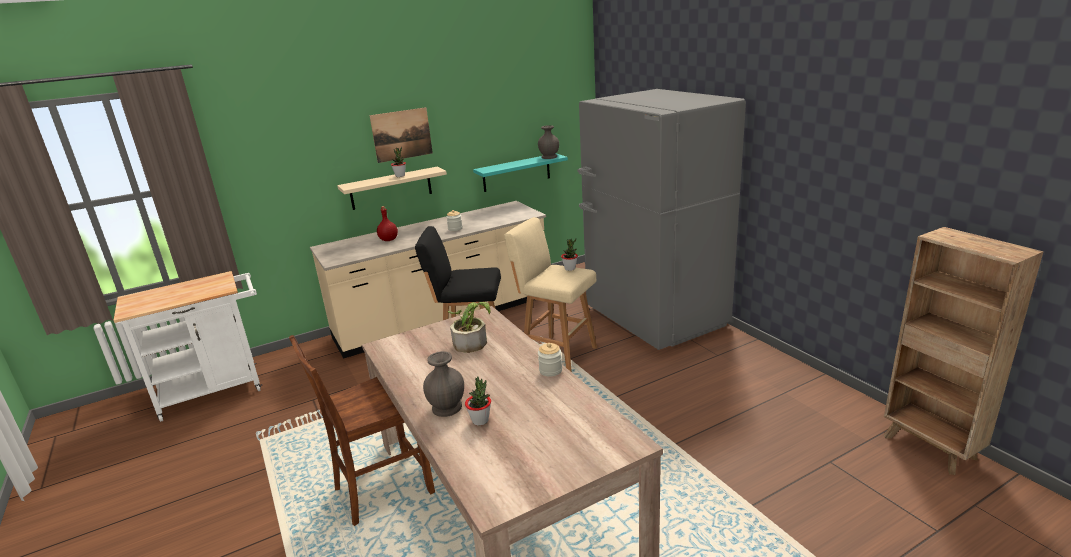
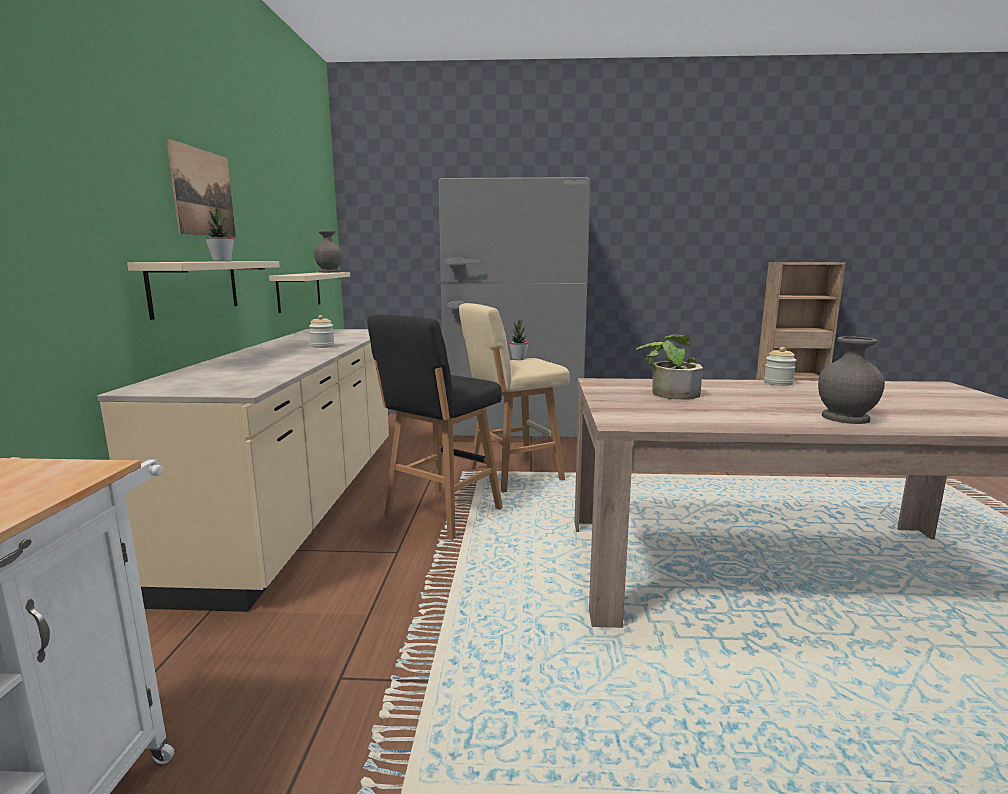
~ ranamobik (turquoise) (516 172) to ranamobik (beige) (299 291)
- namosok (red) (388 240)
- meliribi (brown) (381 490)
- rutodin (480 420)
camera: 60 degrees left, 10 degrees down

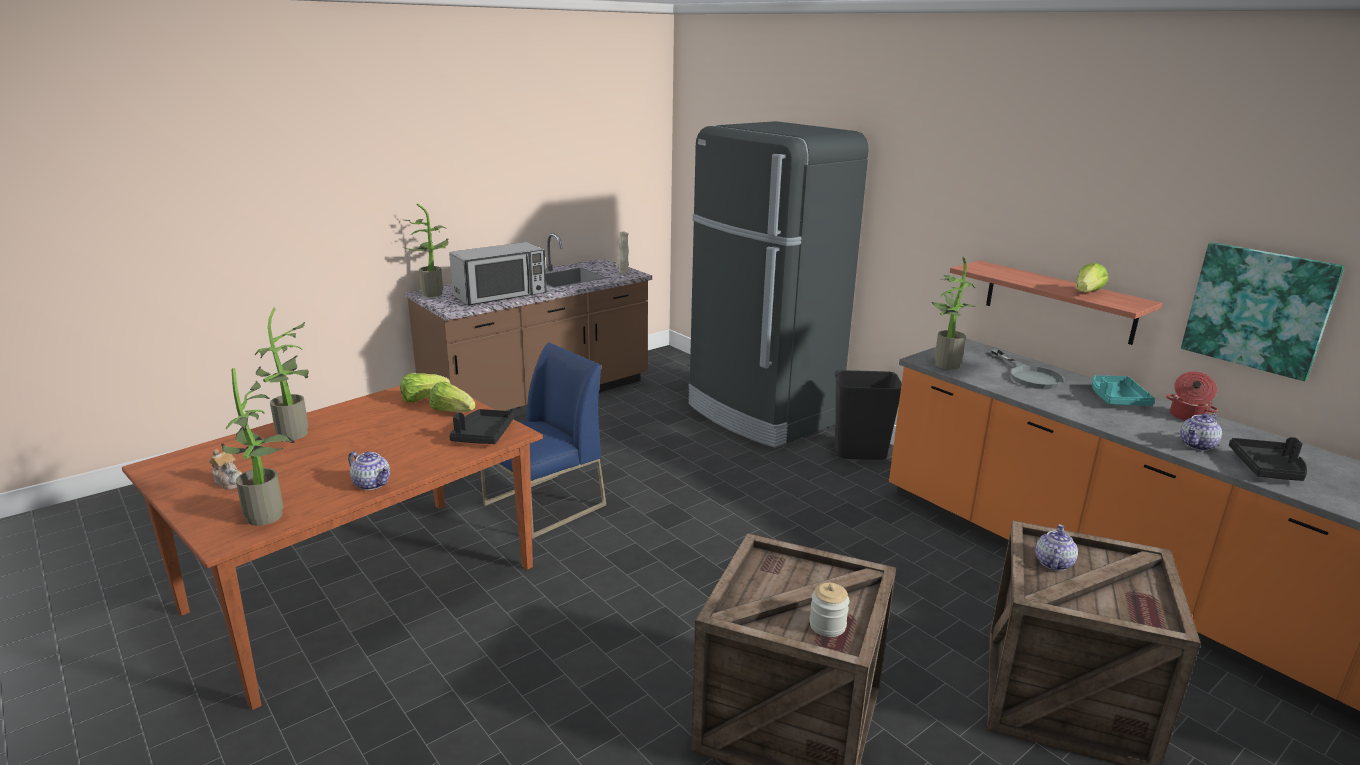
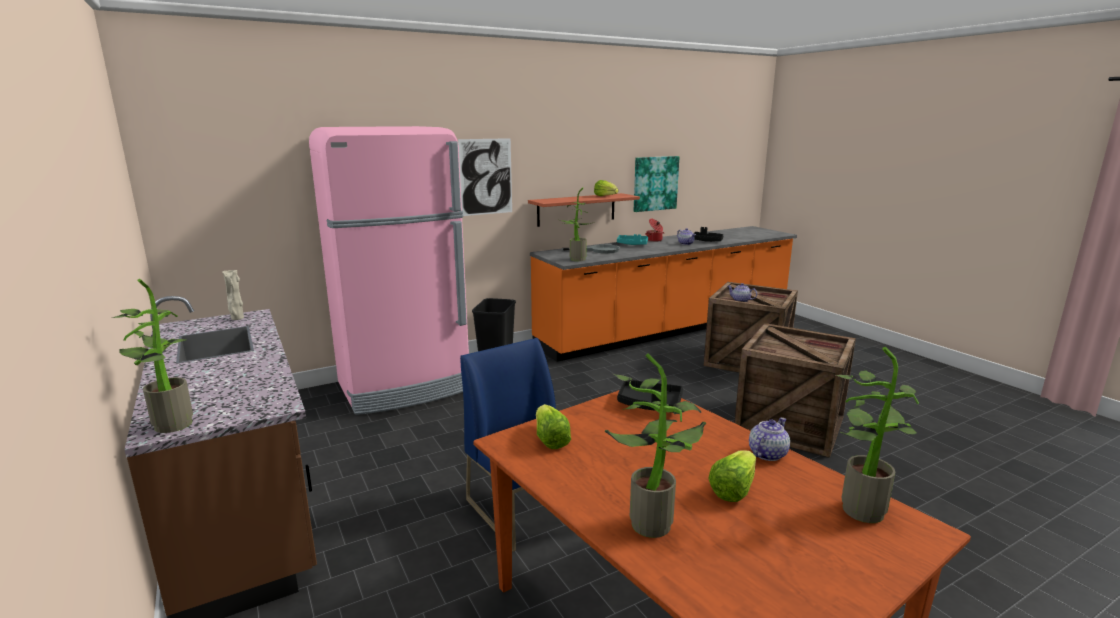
~ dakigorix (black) (761 414) to dakigorix (pink) (405 387)
- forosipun (501 295)
~ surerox (452 411) to (733 489)
- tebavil (229 481)
- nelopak (827 625)
+ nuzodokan (486 177)
camera: 80 degrees left, 5 degrees down

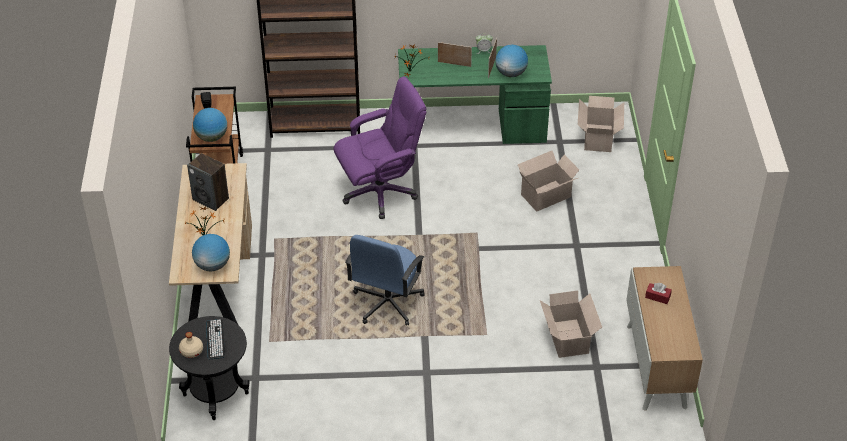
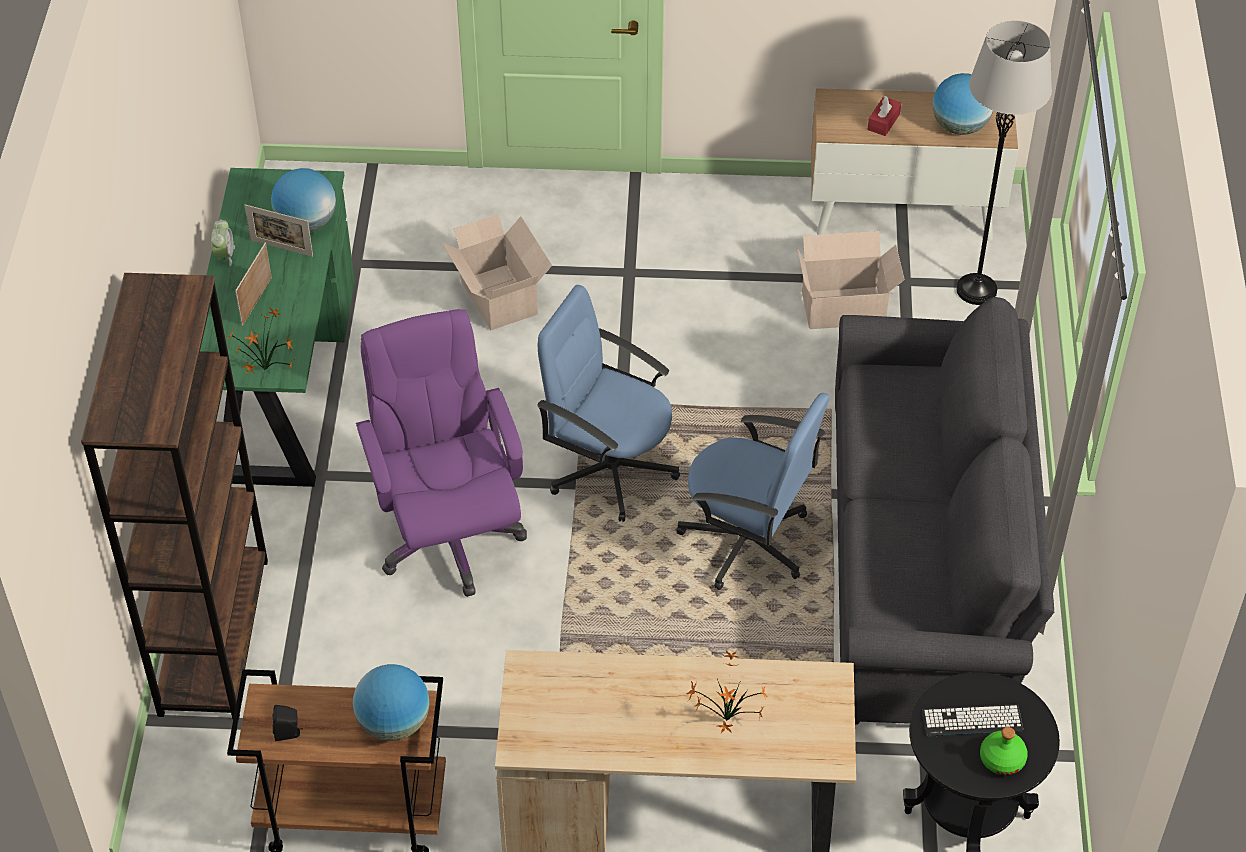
- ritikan (598 137)
- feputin (211 199)
~ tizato (212 265) to (959 126)
~ namosok (beige) (192 351) to namosok (green) (1002 759)
+ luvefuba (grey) (976 290)
+ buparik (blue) (610 468)
+ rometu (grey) (925 563)
camera: 85 degrees left, 5 degrees up

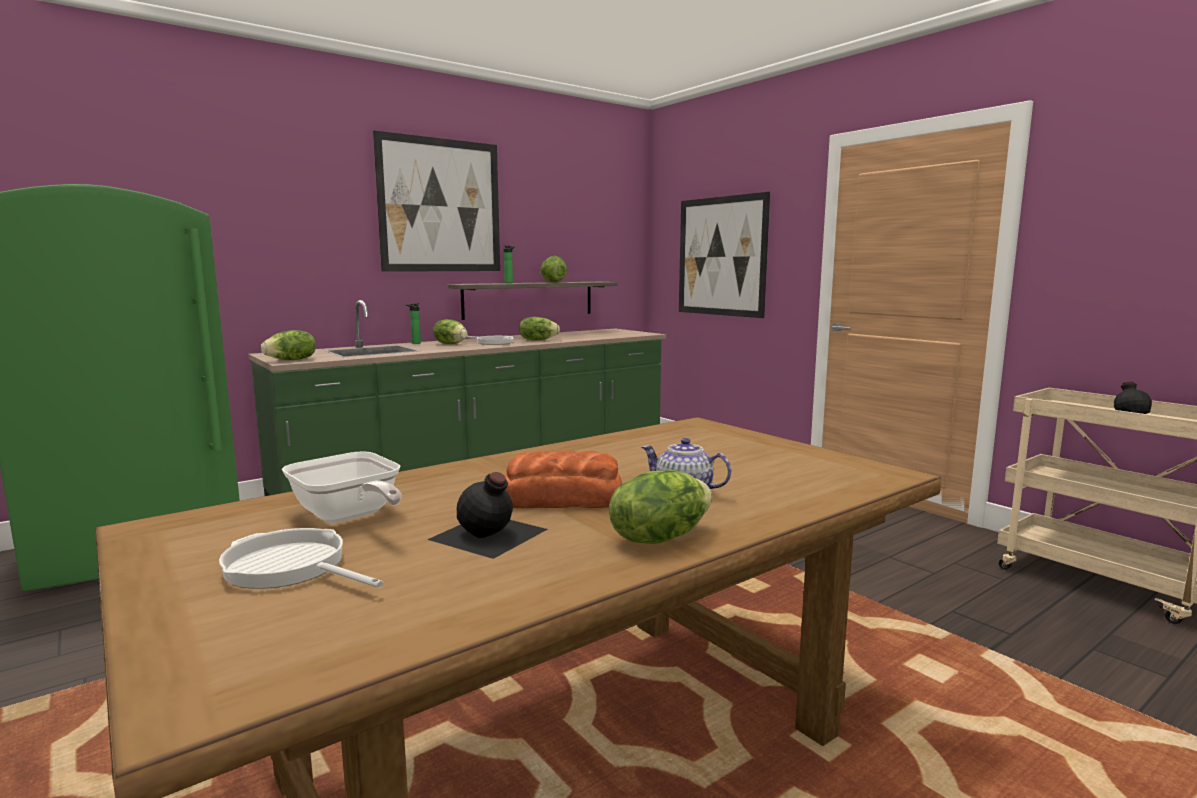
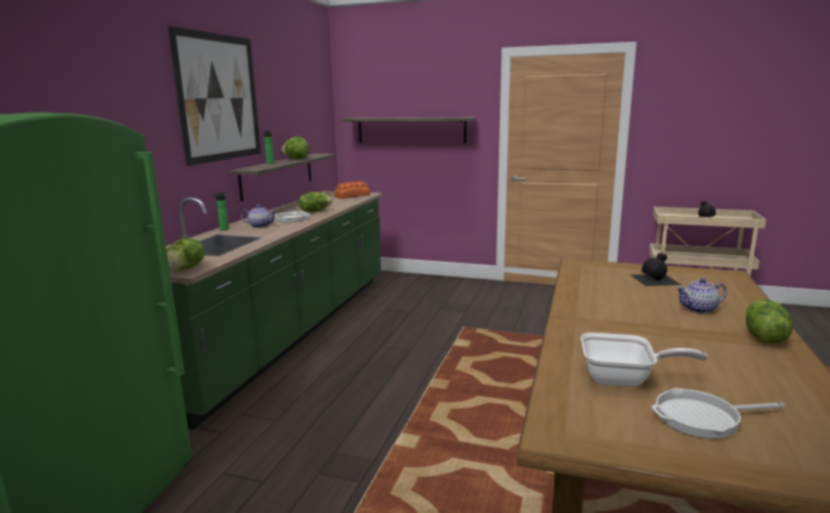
~ nuzodokan (721 256) to ranamobik (411 130)
~ surerox (451 344) to tebavil (260 226)
~ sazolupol (561 499) to (351 196)
~ namosok (black) (488 535) to (655 279)
camera: 35 degrees left, 5 degrees up

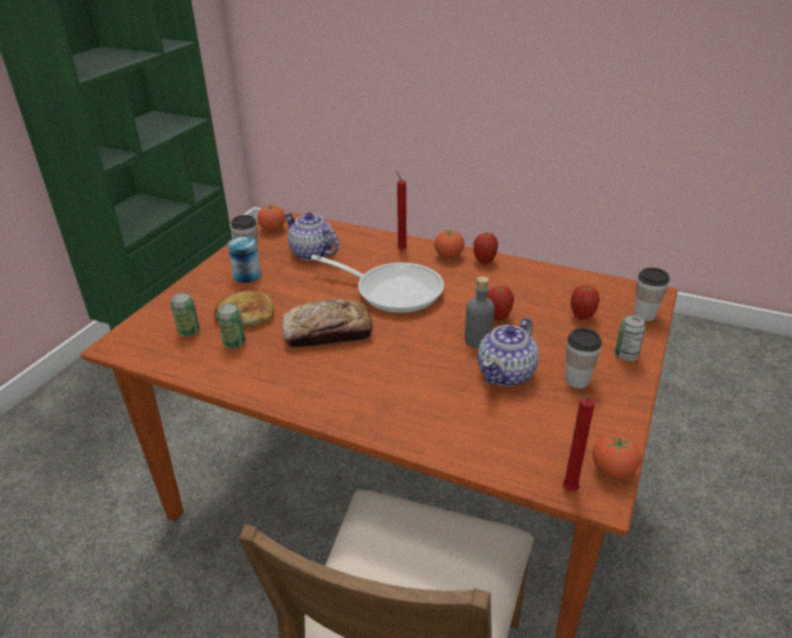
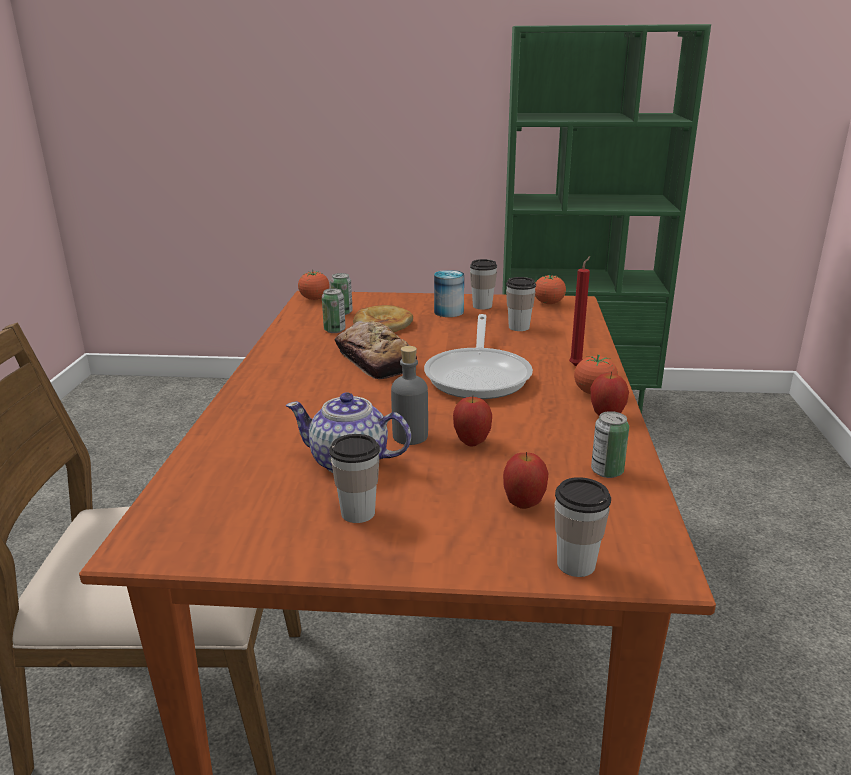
~ tebavil (312 253) to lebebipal (518 327)
~ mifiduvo (626 356) to (607 471)
- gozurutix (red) (567 490)
~ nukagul (612 470) to (314 299)
camera: 70 degrees right, 10 degrees down

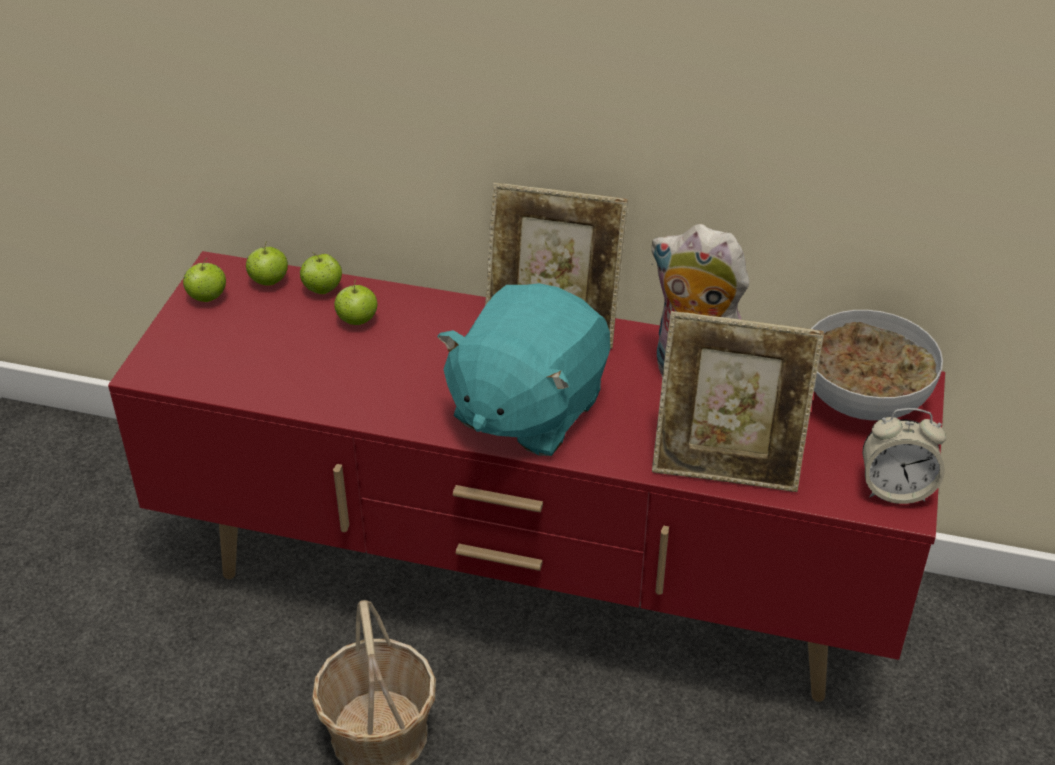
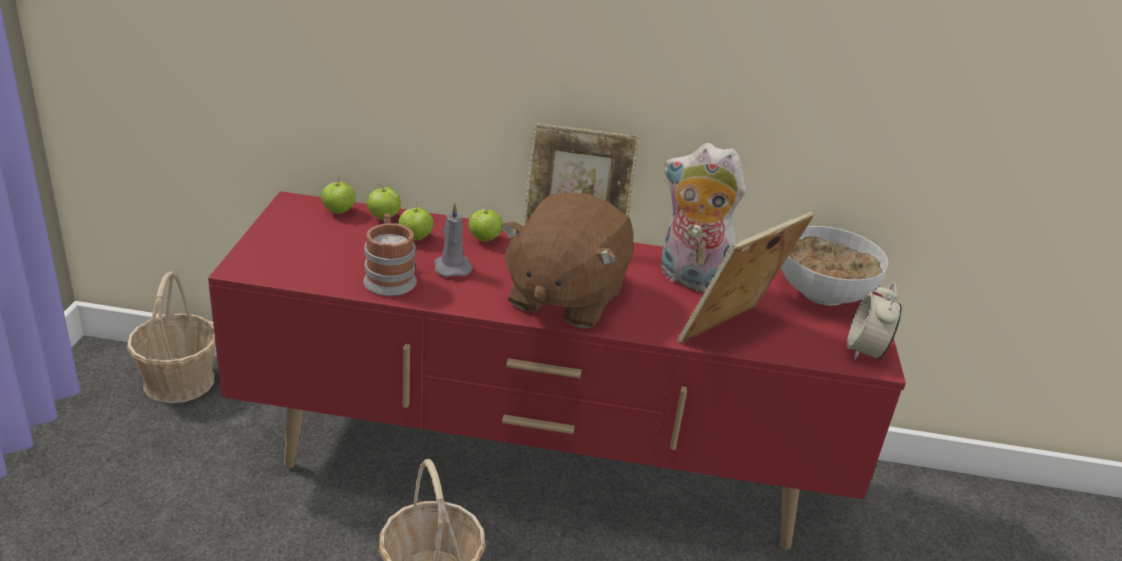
~ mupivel (207 298) to (484 239)
~ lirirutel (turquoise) (526 409) to lirirutel (brown) (564 297)
~ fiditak (727 463) = (732 334) 135 degrees clockwise
~ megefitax (895 489) = (865 351) 105 degrees clockwise
+ gozurutix (grey) (452 267)
+ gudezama (389 277)
+ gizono (179 381)
camera: 10 degrees left, 10 degrees down

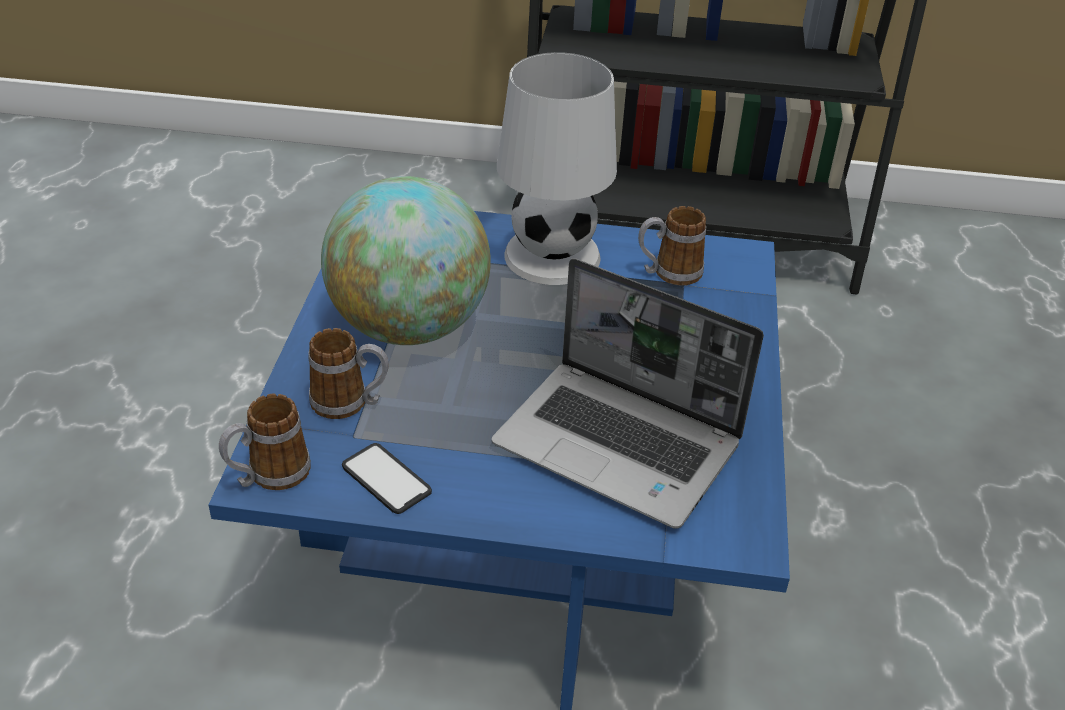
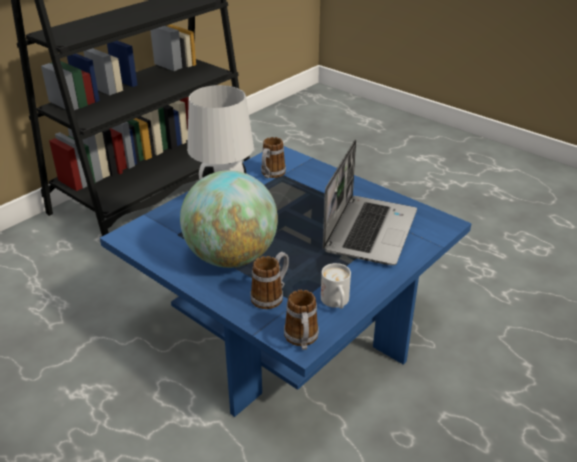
~ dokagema (620 445) = (369 230) 45 degrees counterclockwise
~ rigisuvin (386 479) to gudezama (white) (336 302)
camera: 55 degrees left, 5 degrees down

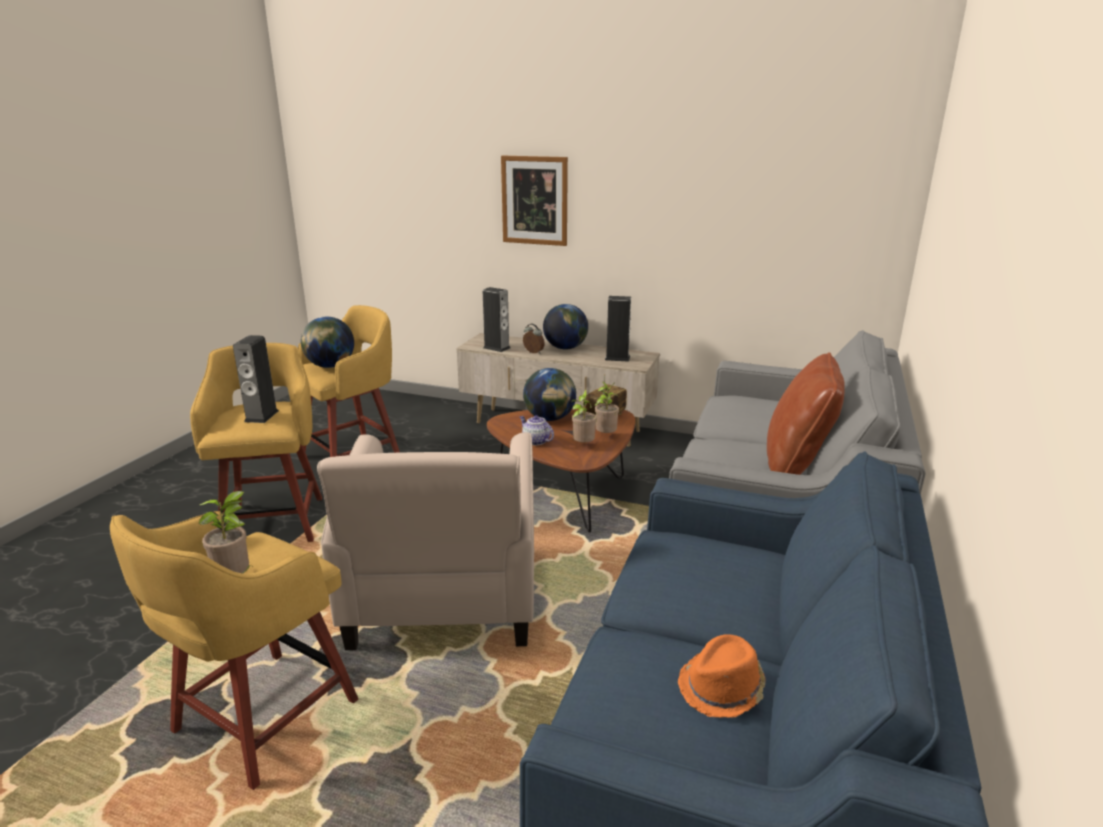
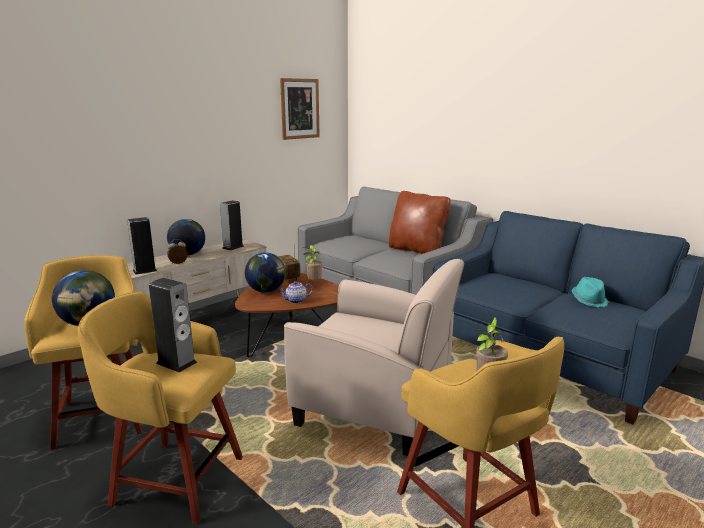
~ nuzodokan (534 200) to (300 109)
- rutodin (582 445)
~ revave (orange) (722 688) to revave (turquoise) (589 300)
camera: 65 degrees left, 5 degrees down

